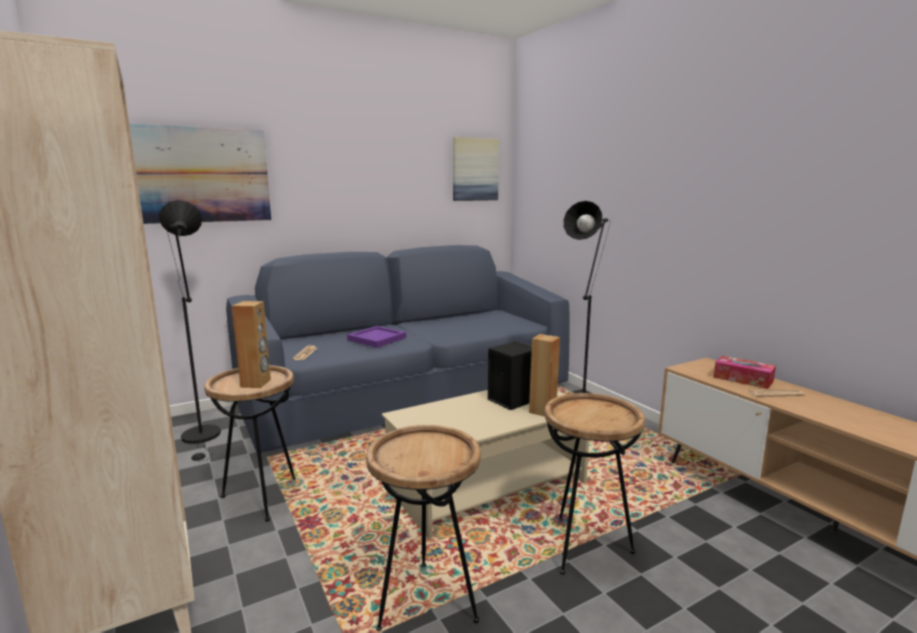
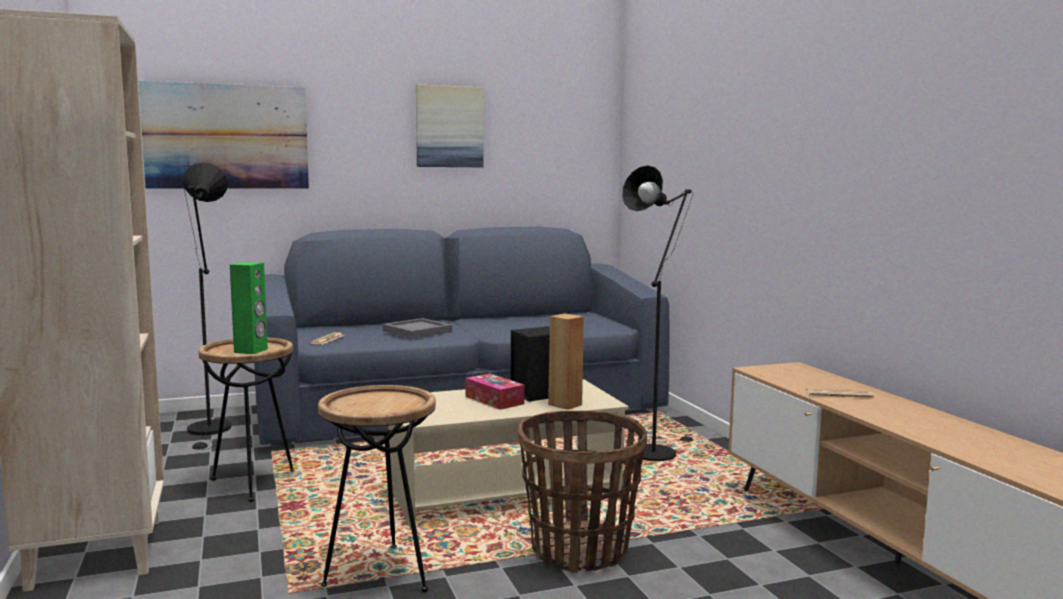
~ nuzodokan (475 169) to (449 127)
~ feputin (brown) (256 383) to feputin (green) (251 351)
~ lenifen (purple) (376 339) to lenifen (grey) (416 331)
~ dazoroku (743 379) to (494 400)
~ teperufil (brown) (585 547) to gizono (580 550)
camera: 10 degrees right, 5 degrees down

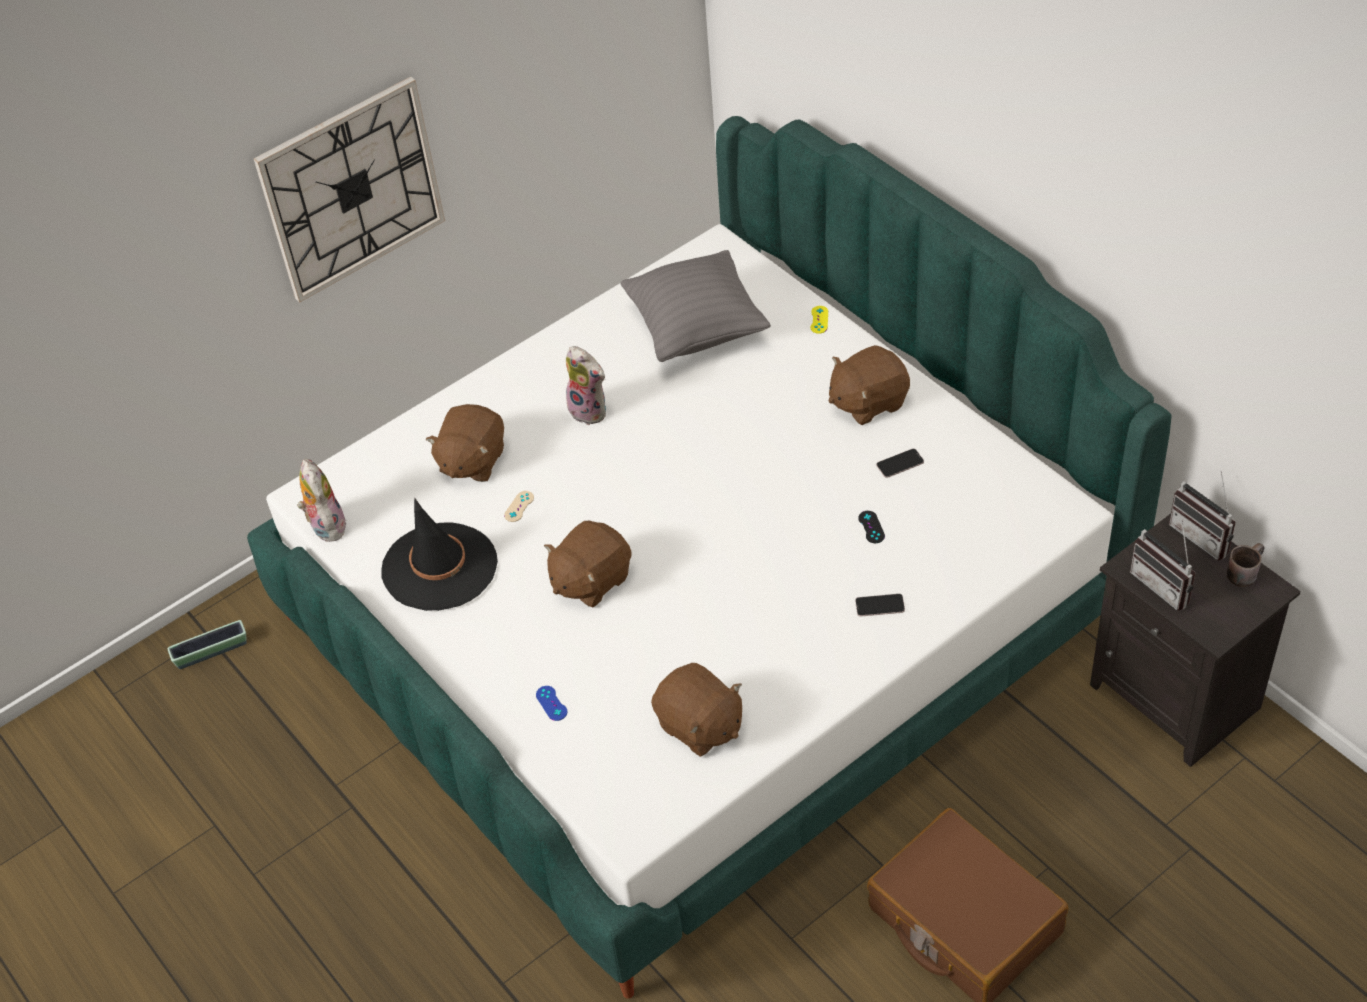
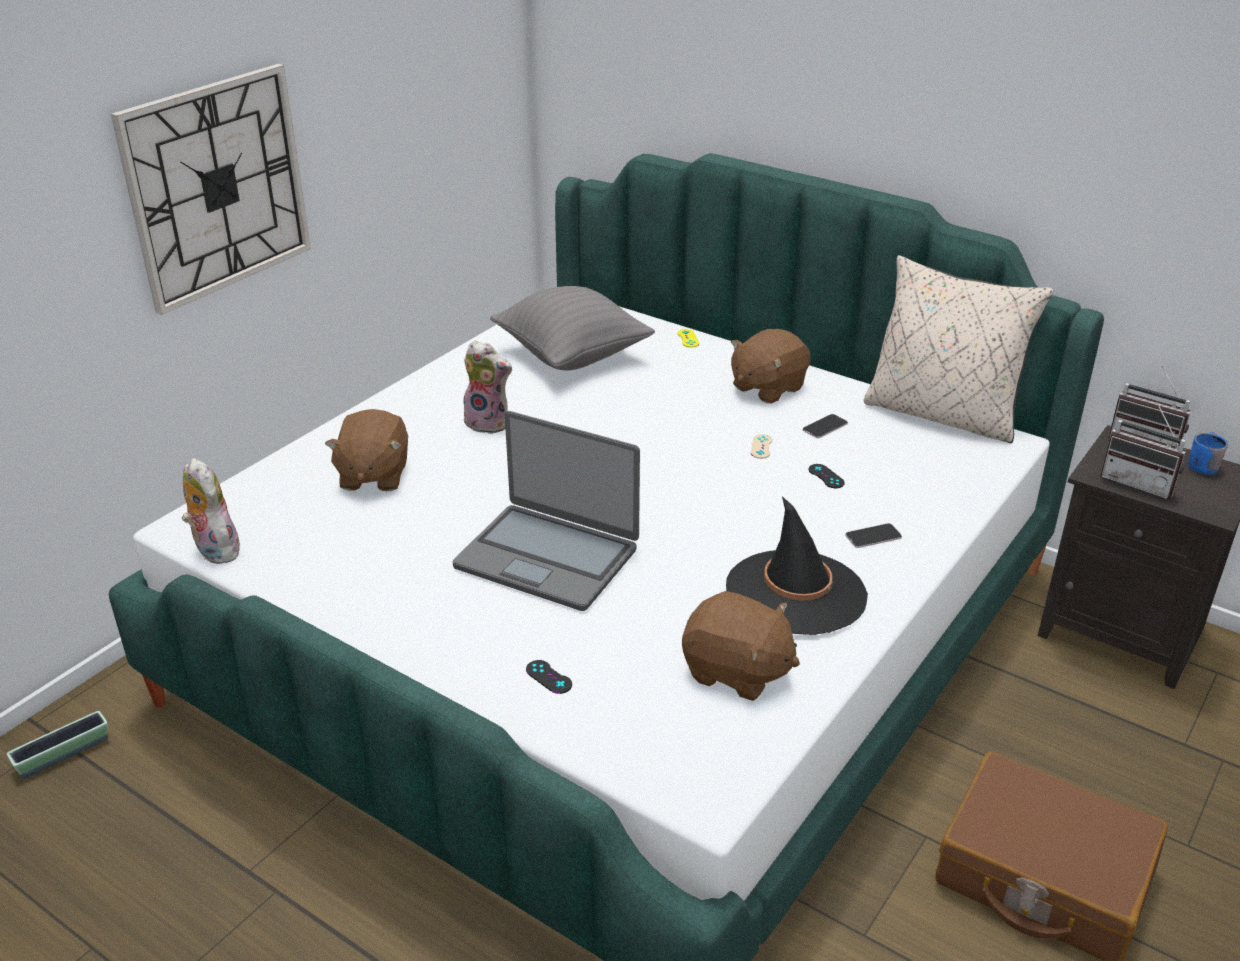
~ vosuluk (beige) (519 506) to (761 446)
~ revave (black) (440 567) to (796 592)
~ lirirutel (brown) (590 580) to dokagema (547 557)
~ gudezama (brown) (1242 571) to gudezama (blue) (1201 463)
~ vosuluk (blue) (551 703) to vosuluk (black) (549 677)
+ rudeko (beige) (942 414)
camera: 20 degrees left, 15 degrees down

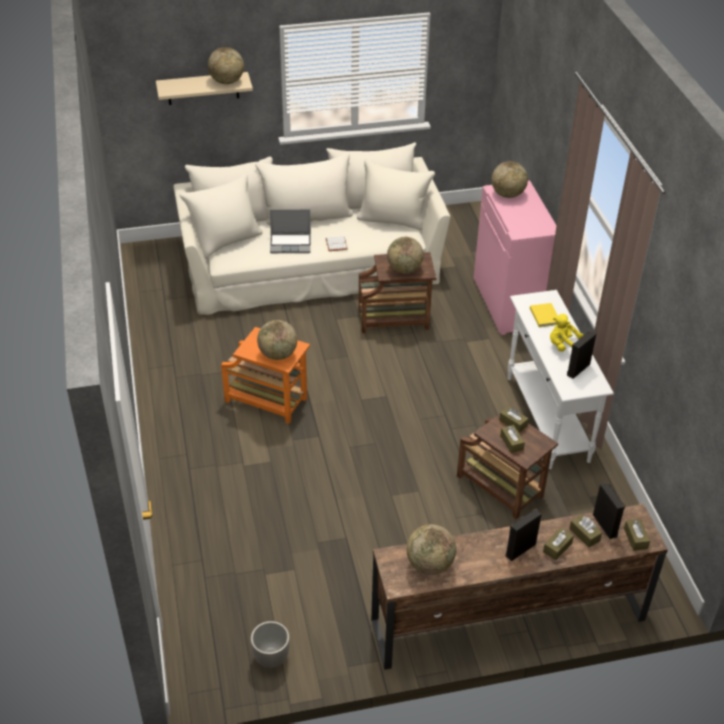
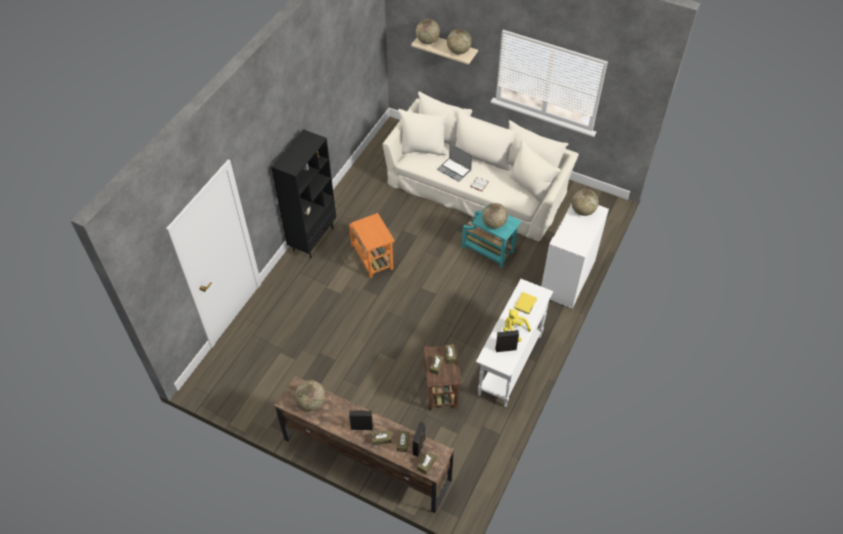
~ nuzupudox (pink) (510 303) to nuzupudox (white) (568 280)
~ teperufil (brown) (395 319) to teperufil (turquoise) (489 250)
~ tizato (278 354) to (427 41)
- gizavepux (271 658)
+ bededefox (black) (313 239)
camera: 40 degrees right, 10 degrees up

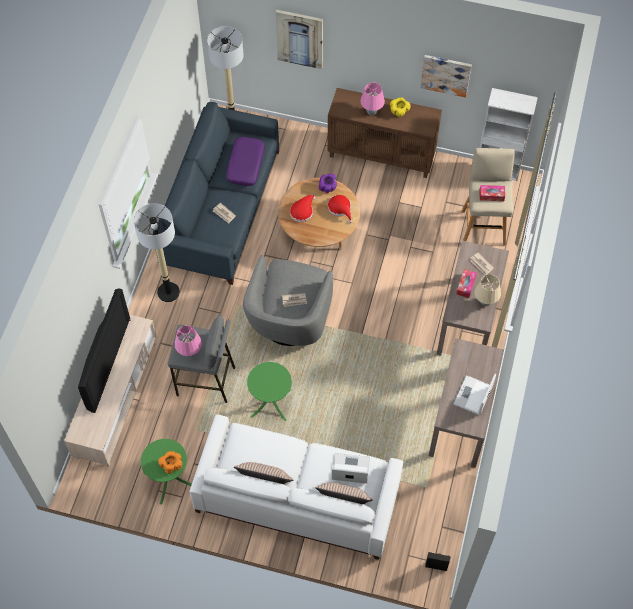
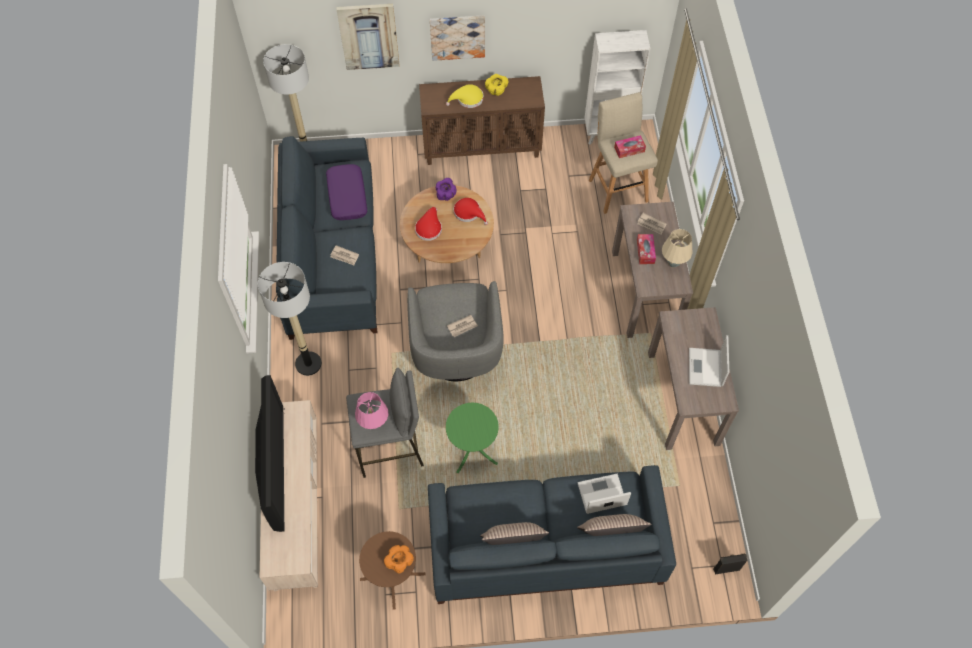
~ nuzodokan (445 75) to (457 36)
~ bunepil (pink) (371 112) to revave (yellow) (467 99)
~ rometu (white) (297 496) to rometu (blue) (544 544)
~ teperufil (green) (169 479) to teperufil (brown) (392 576)
camera: 20 degrees left, 0 degrees up

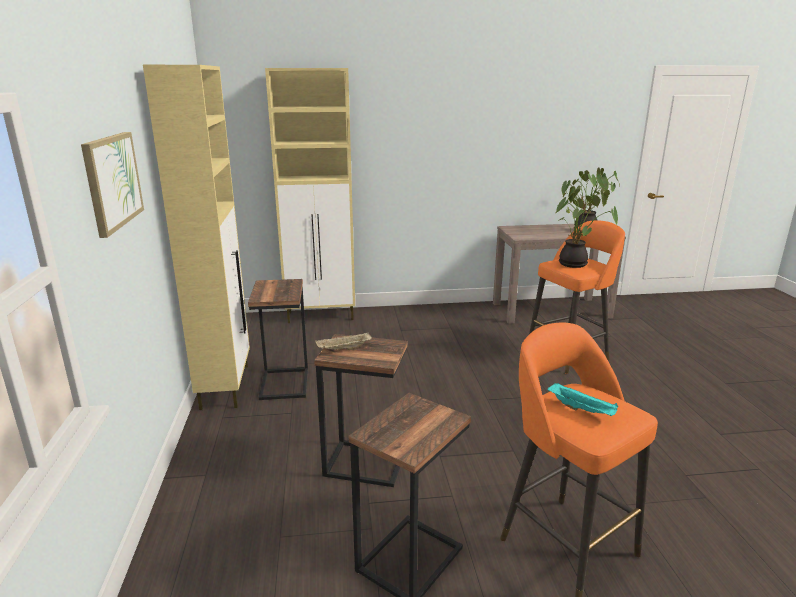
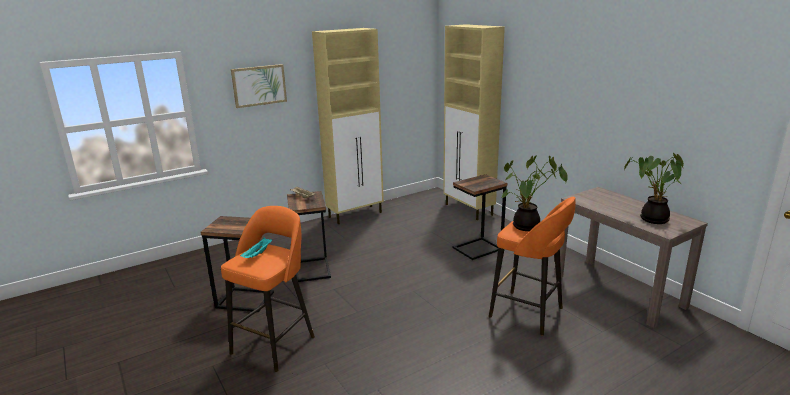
~ teperufil (285 383) to (478 249)
camera: 65 degrees right, 0 degrees up

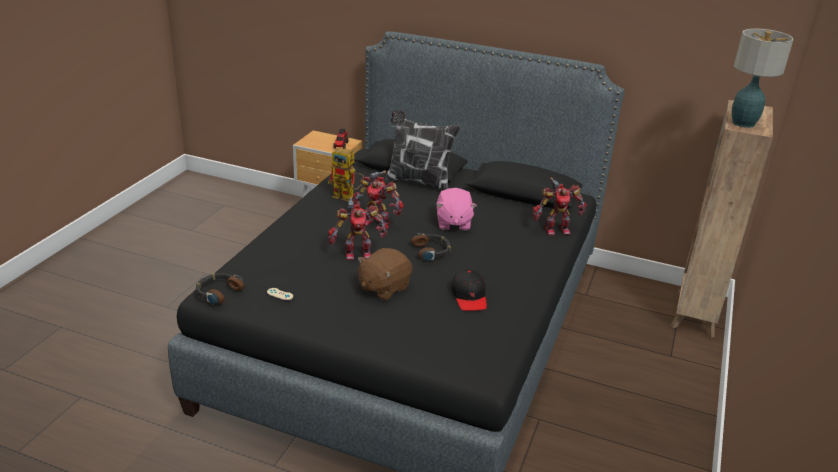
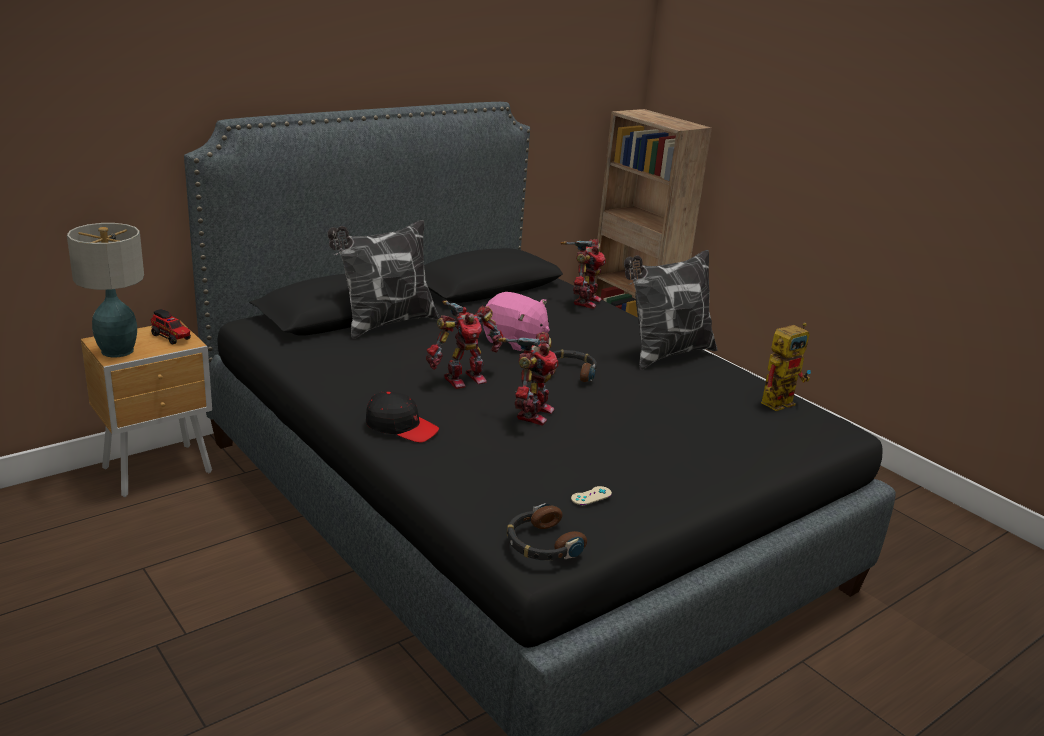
~ bunepil (743 123) to (117 350)
~ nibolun (348 197) to (780 400)
- lirirutel (brown) (383 288)
~ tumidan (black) (469 296) to (401 427)
+ rudeko (665 354)
camera: 60 degrees left, 5 degrees down

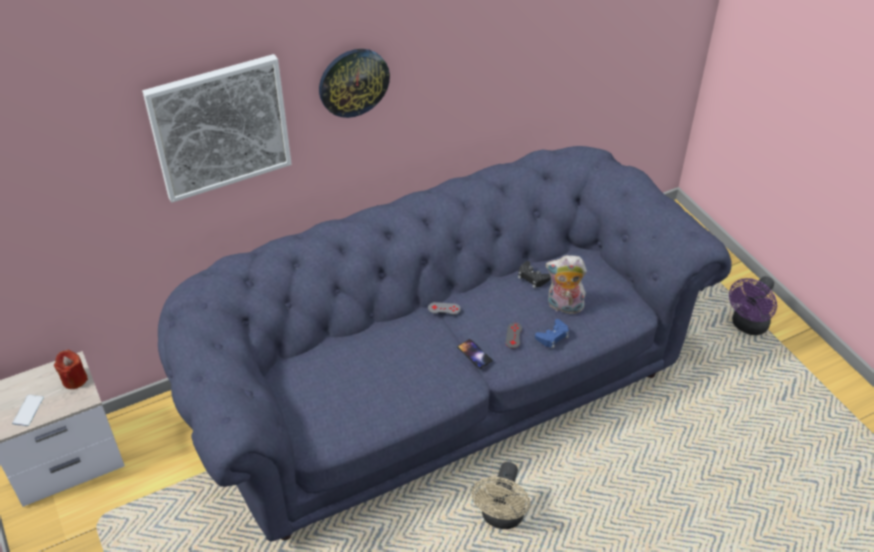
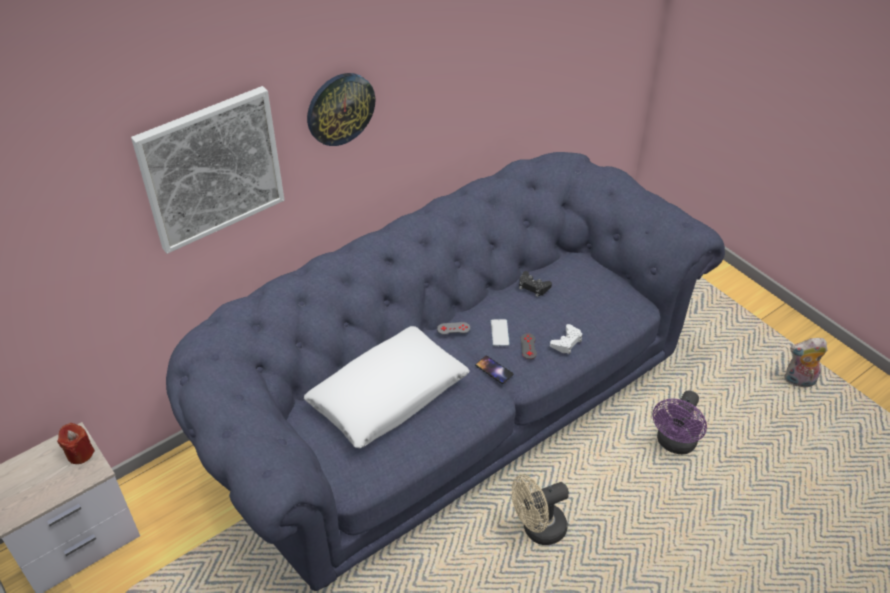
~ lirirutel (564 307) to (799 381)
~ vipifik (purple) (747 326) to (674 444)
~ vosuluk (blue) (553 336) to vosuluk (white) (566 342)
~ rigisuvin (28 410) to (500 333)
~ vipifik (beige) (501 518) = (538 530) 60 degrees clockwise
+ rudeko (white) (388 396)
camera: 10 degrees left, 0 degrees up

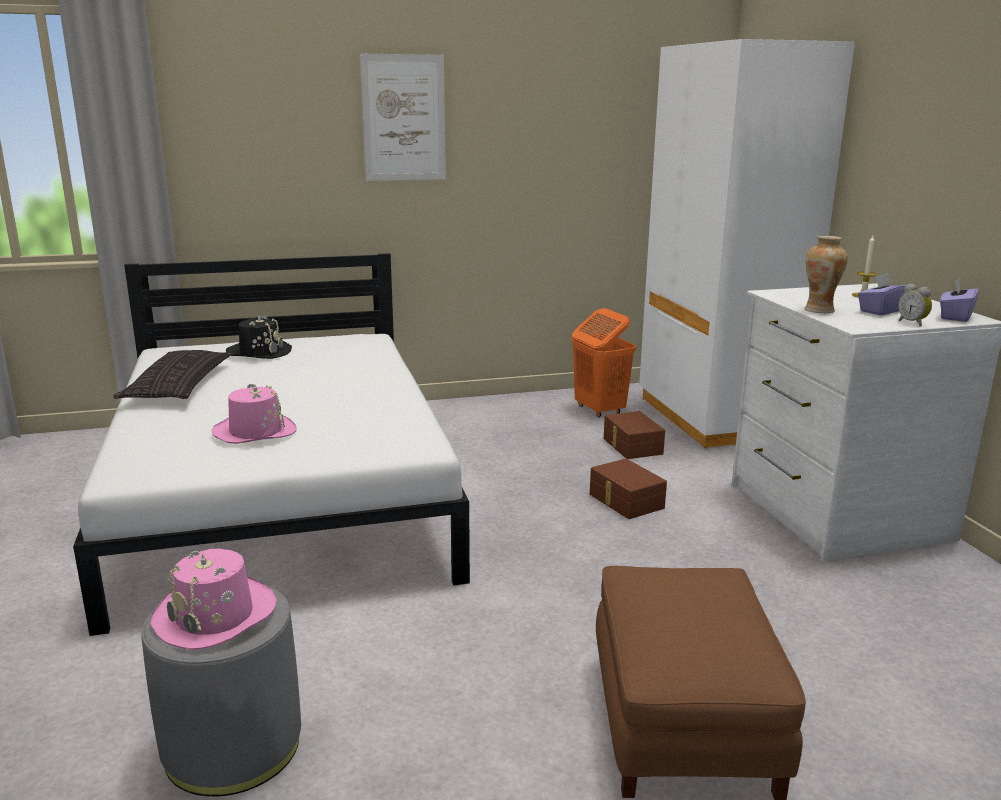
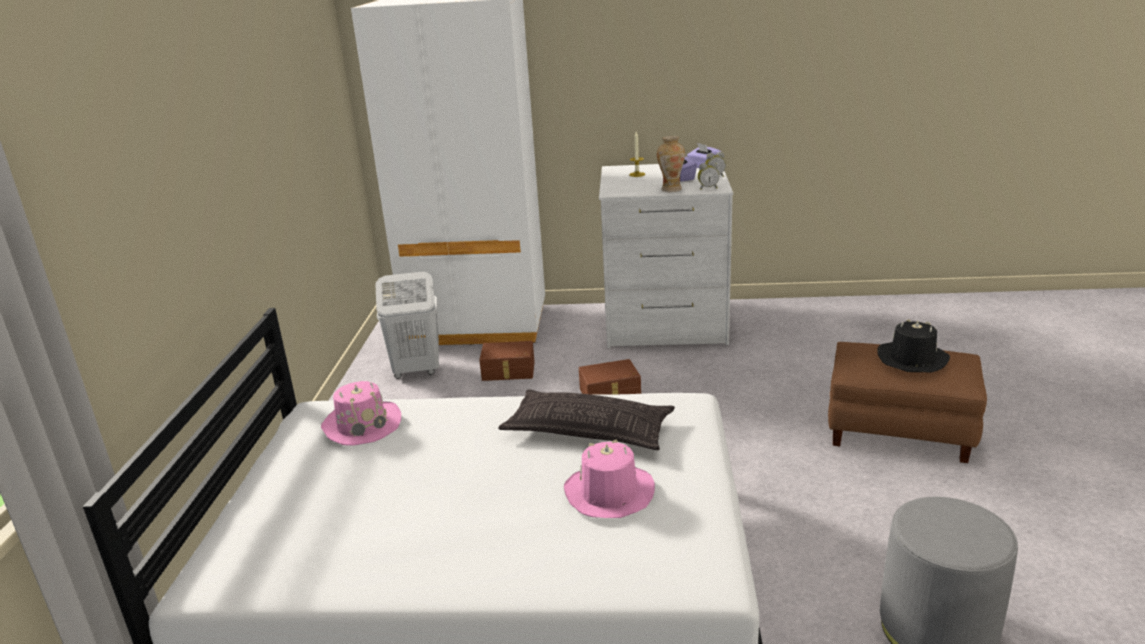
- nuzodokan (404 118)
~ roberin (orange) (599 410) to roberin (white) (416 371)
~ revave (black) (259 352) to (912 359)
~ rudeko (178 385) to (588 430)
~ revave (pink) (216 615) to (362 425)
+ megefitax (708 188)
camera: 70 degrees left, 5 degrees up

